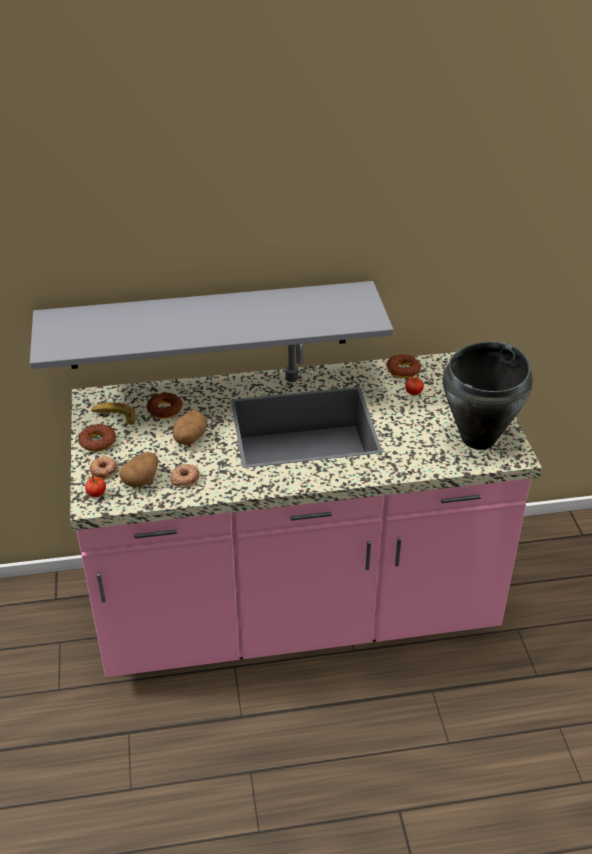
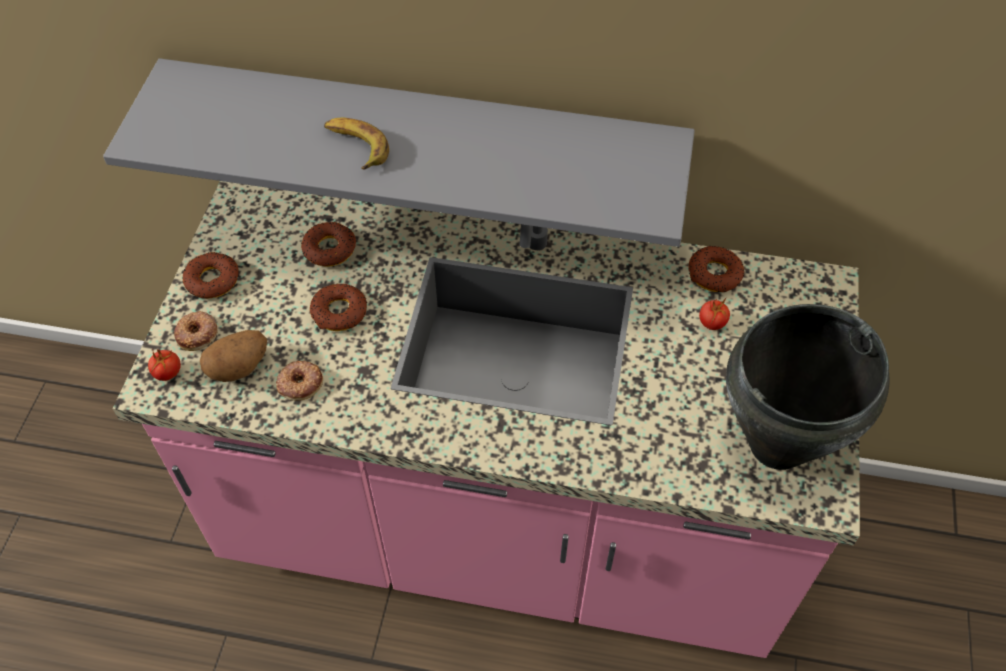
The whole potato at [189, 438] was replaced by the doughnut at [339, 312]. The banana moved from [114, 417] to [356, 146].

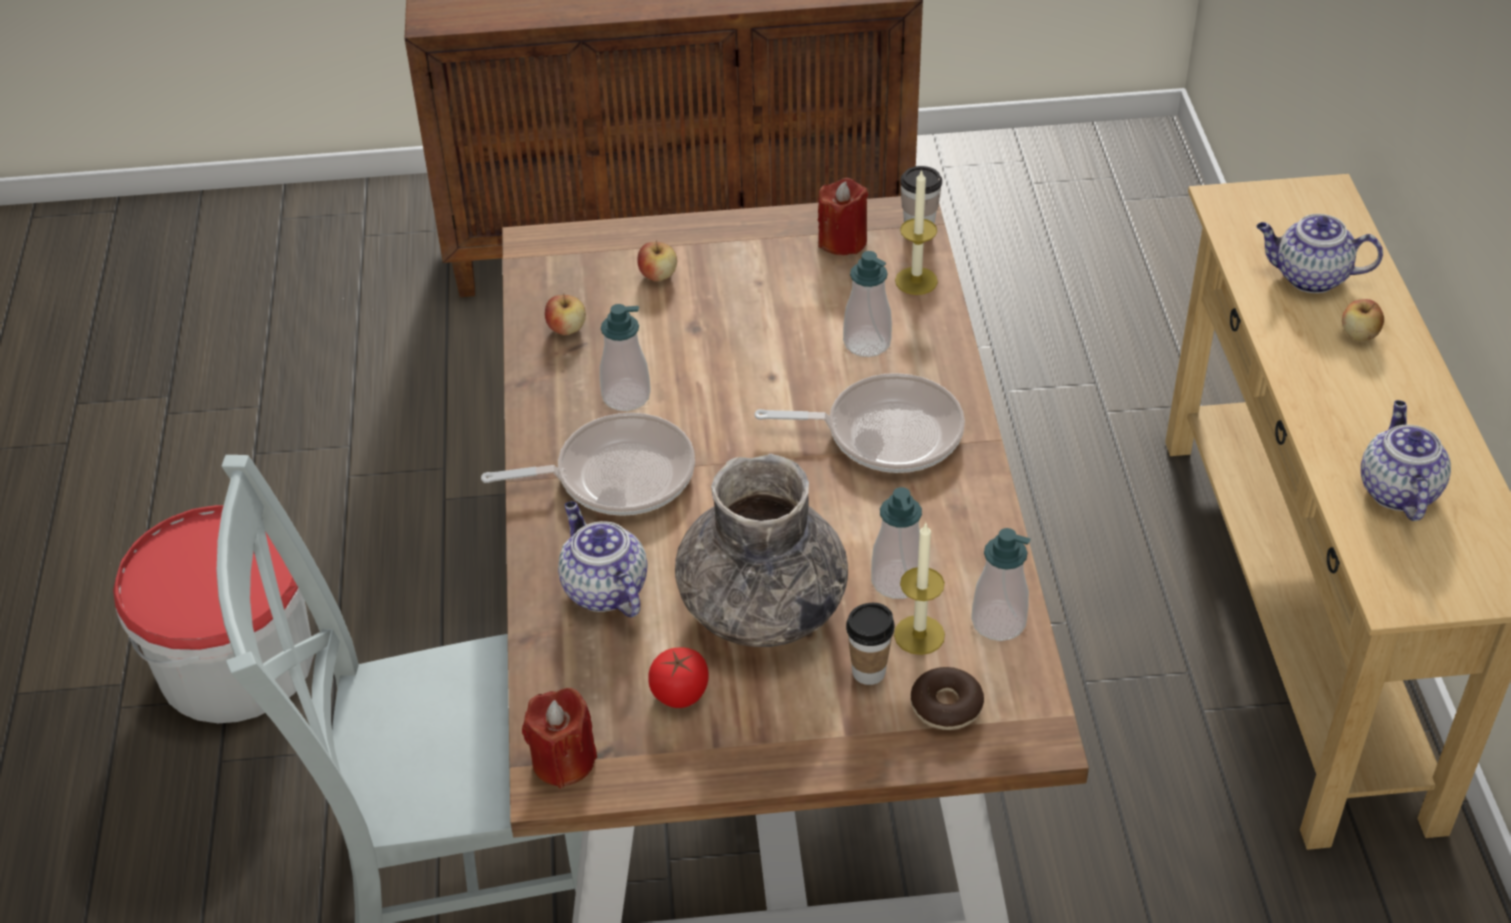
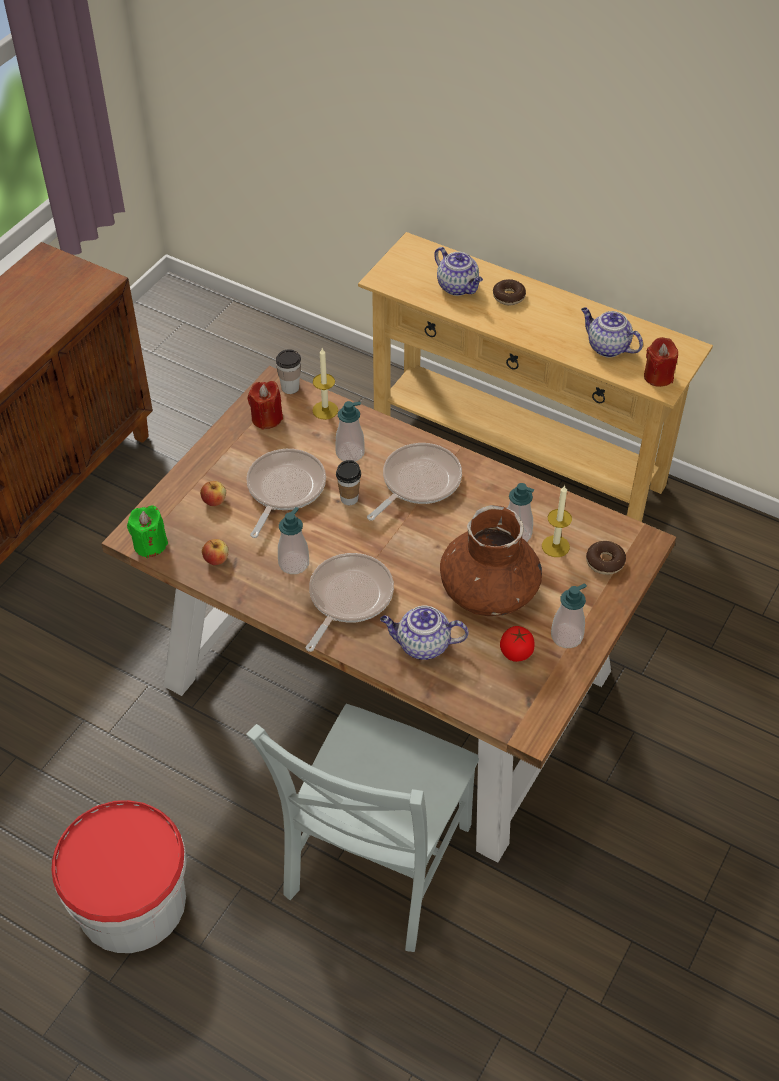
The wax light (green) at [150, 544] appeared. The pan at [284, 489] appeared. The drinking cup moved from [868, 672] to [349, 498]. The pot for tea at [1309, 277] turned 90 degrees counterclockwise. The decorative vase (gray) at [761, 607] became the decorative vase (brownish) at [488, 591]. The whole apple at [1359, 334] was replaced by the doughnut at [508, 297]. The soap bottle moved from [998, 622] to [566, 636]. The wax light (reddish) moved from [563, 761] to [658, 376].

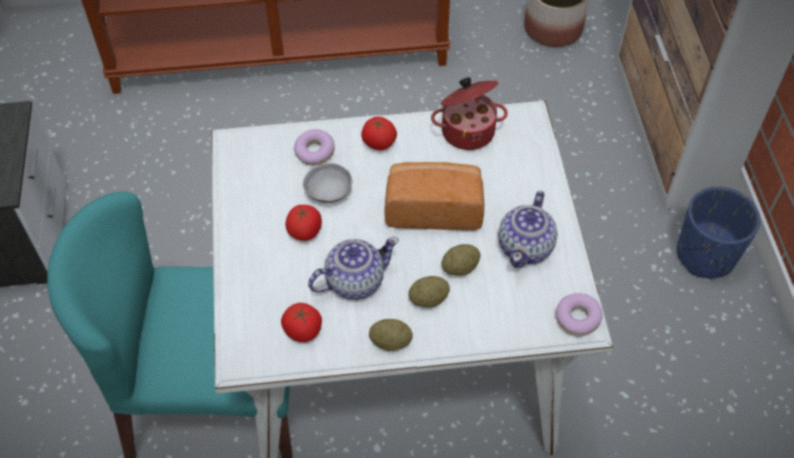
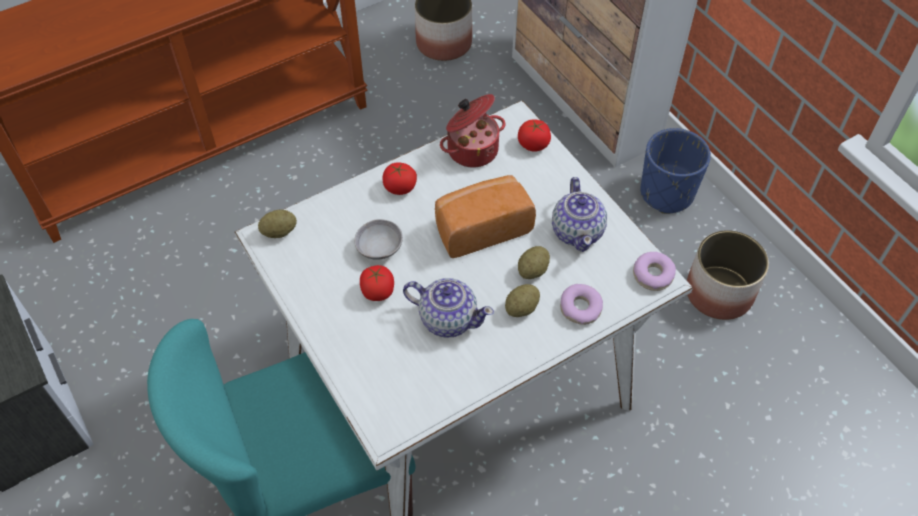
The whole potato moved from [390, 342] to [279, 232]. The pot for tea at [354, 281] turned 75 degrees clockwise. The whole tomato moved from [302, 330] to [533, 144]. The doughnut moved from [314, 152] to [580, 308]. The plant pot at [719, 292] appeared.

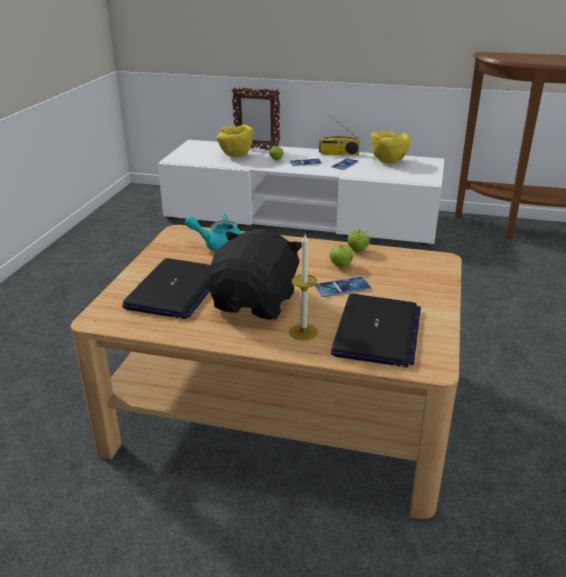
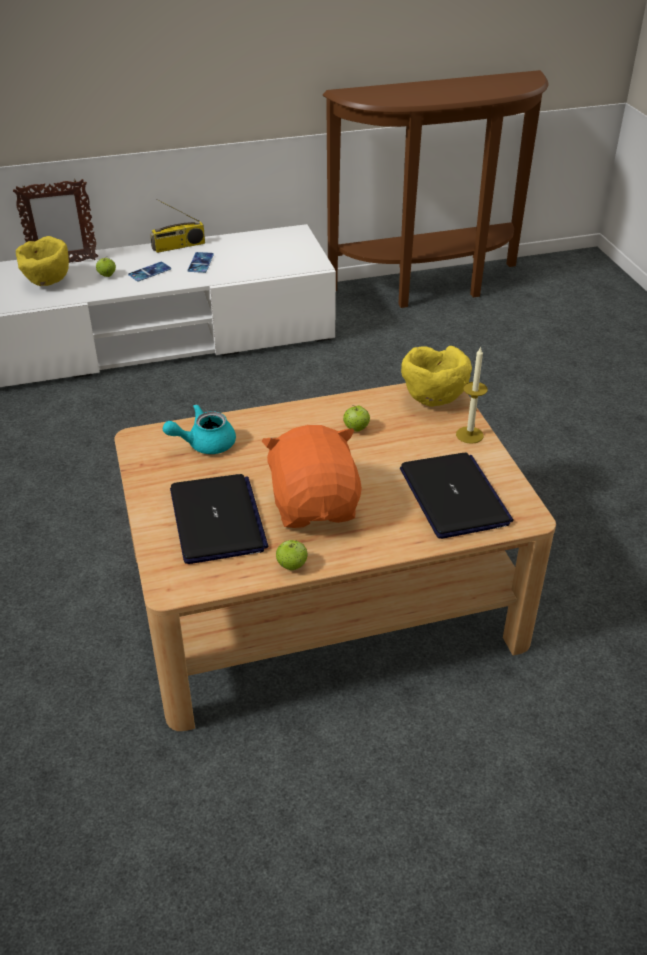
The soft toy (black-coloured) at [256, 303] became the soft toy (orangey) at [315, 505]. The whole apple moved from [357, 250] to [292, 566]. The bowl (yellowish) moved from [388, 161] to [432, 399]. The wax light moved from [303, 332] to [469, 435]. The telephone at [342, 287] disappeared.

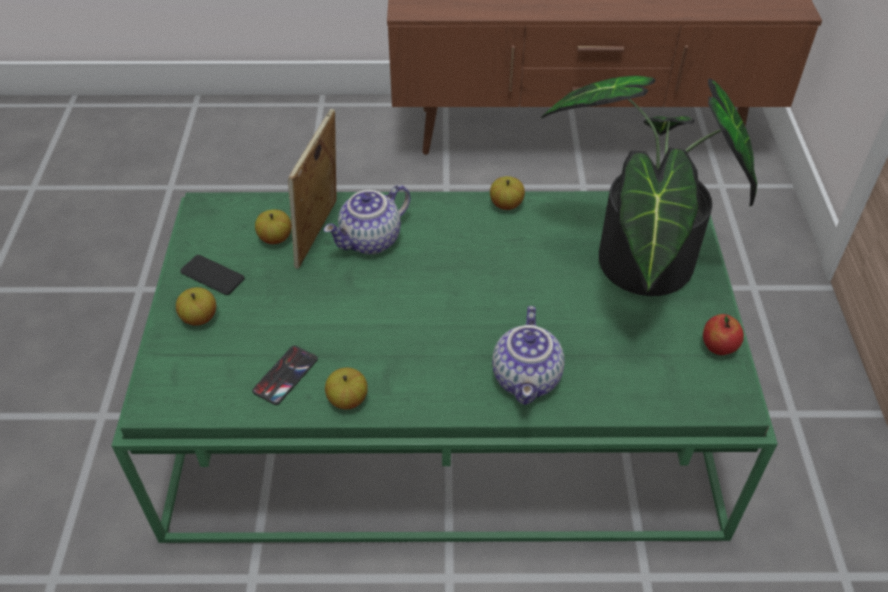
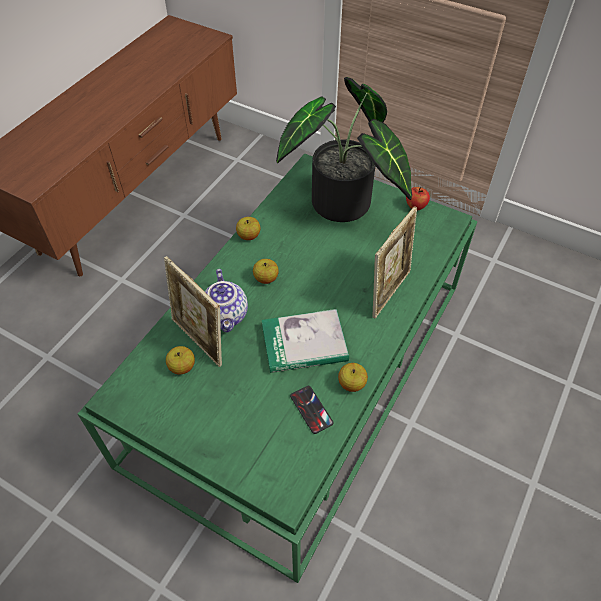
The whole apple moved from [199, 318] to [266, 278]. The bound book at [304, 343] appeared. The pot for tea at [528, 379] was replaced by the picture frame at [389, 291]. The telephone at [212, 275] disappeared.

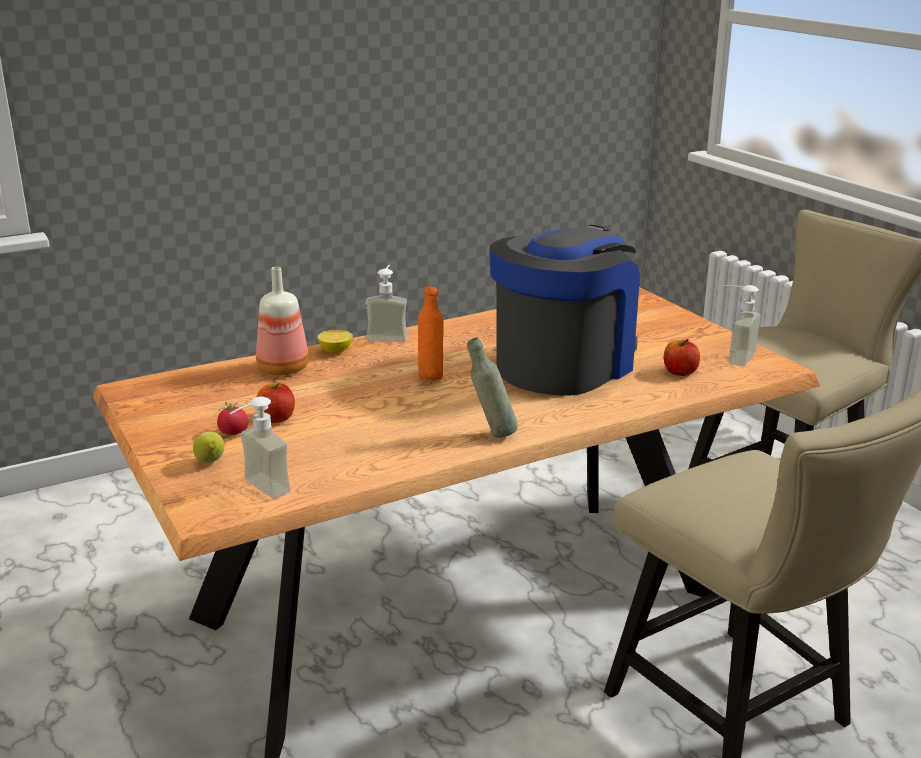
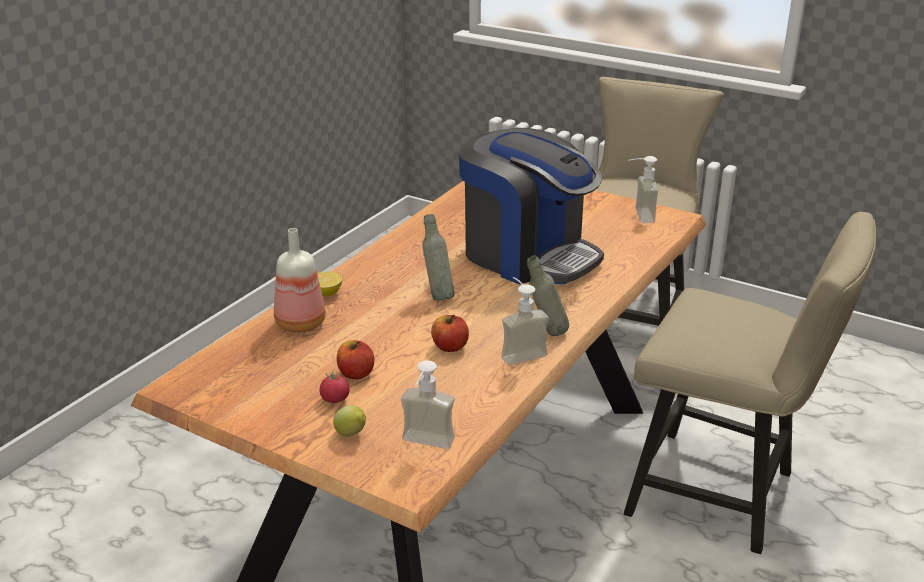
The bottle (orangey) at [431, 377] became the bottle (gray) at [438, 296]. The whole apple moved from [679, 372] to [450, 347]. The coffee machine at [564, 365] turned 120 degrees clockwise. The soap bottle moved from [388, 336] to [519, 352].

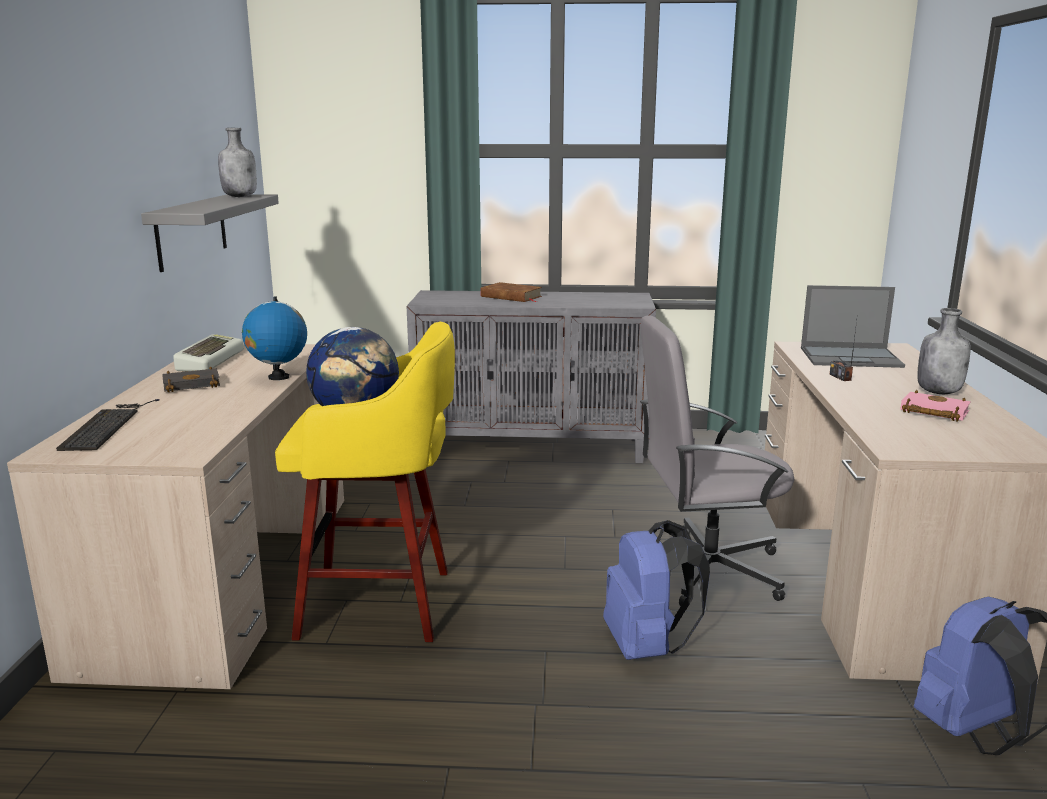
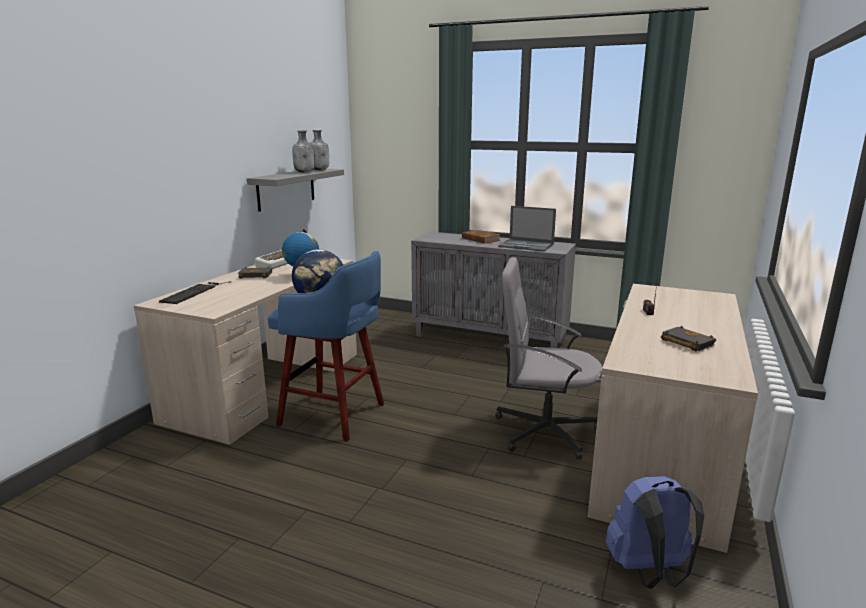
The stool seat (yellowish) at [381, 604] became the stool seat (bluish) at [335, 415]. The bottle (gray) moved from [939, 392] to [305, 172]. The notebook computer moved from [851, 357] to [527, 245]. The bound book (pinkish) at [932, 412] became the bound book (black-coloured) at [685, 342]. The knapsack (bluish) at [647, 647] disappeared.

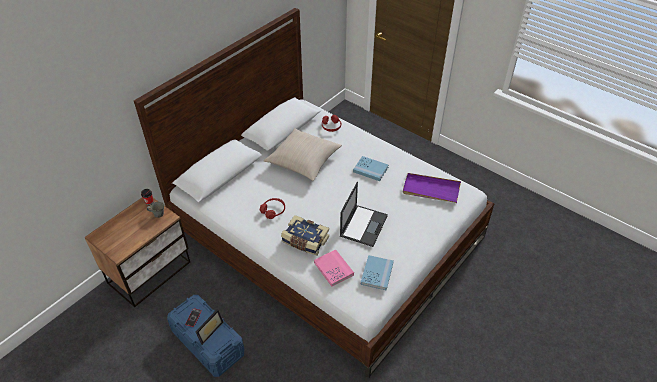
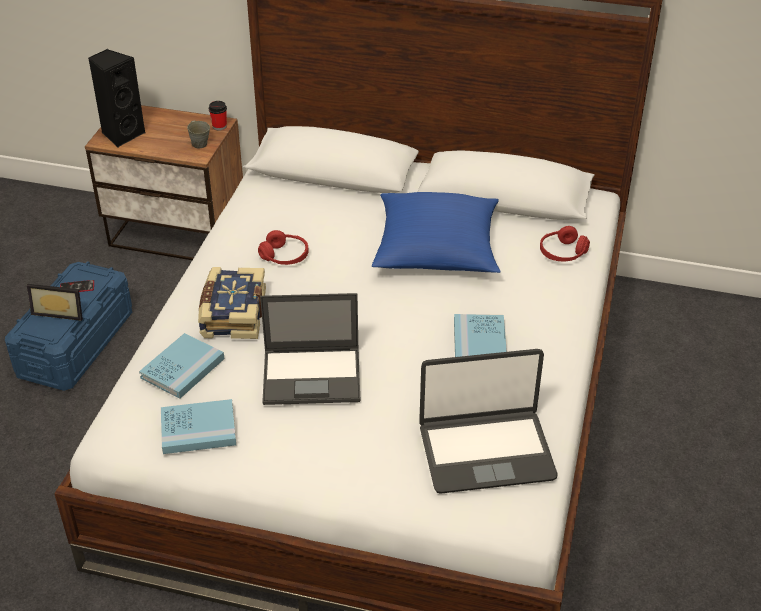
The audio speaker (black-coloured) at [122, 134] appeared. The bound book (pinkish) at [333, 269] became the bound book (bluish) at [182, 368]. The cushion (sand-coloured) at [303, 161] became the cushion (bluish) at [436, 250]. The tray (purplish) at [431, 190] was replaced by the notebook computer at [486, 451].

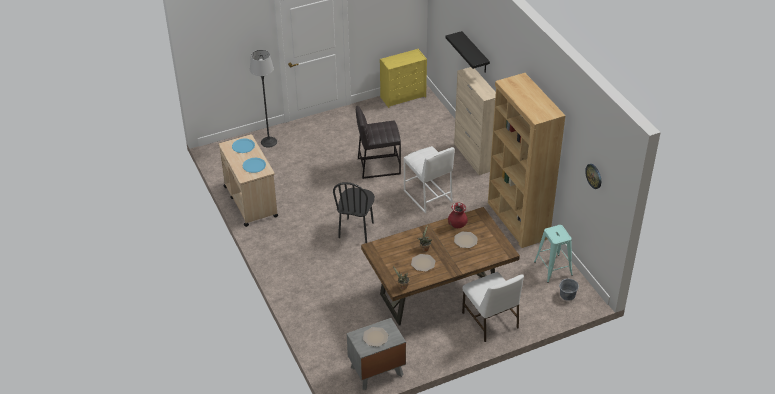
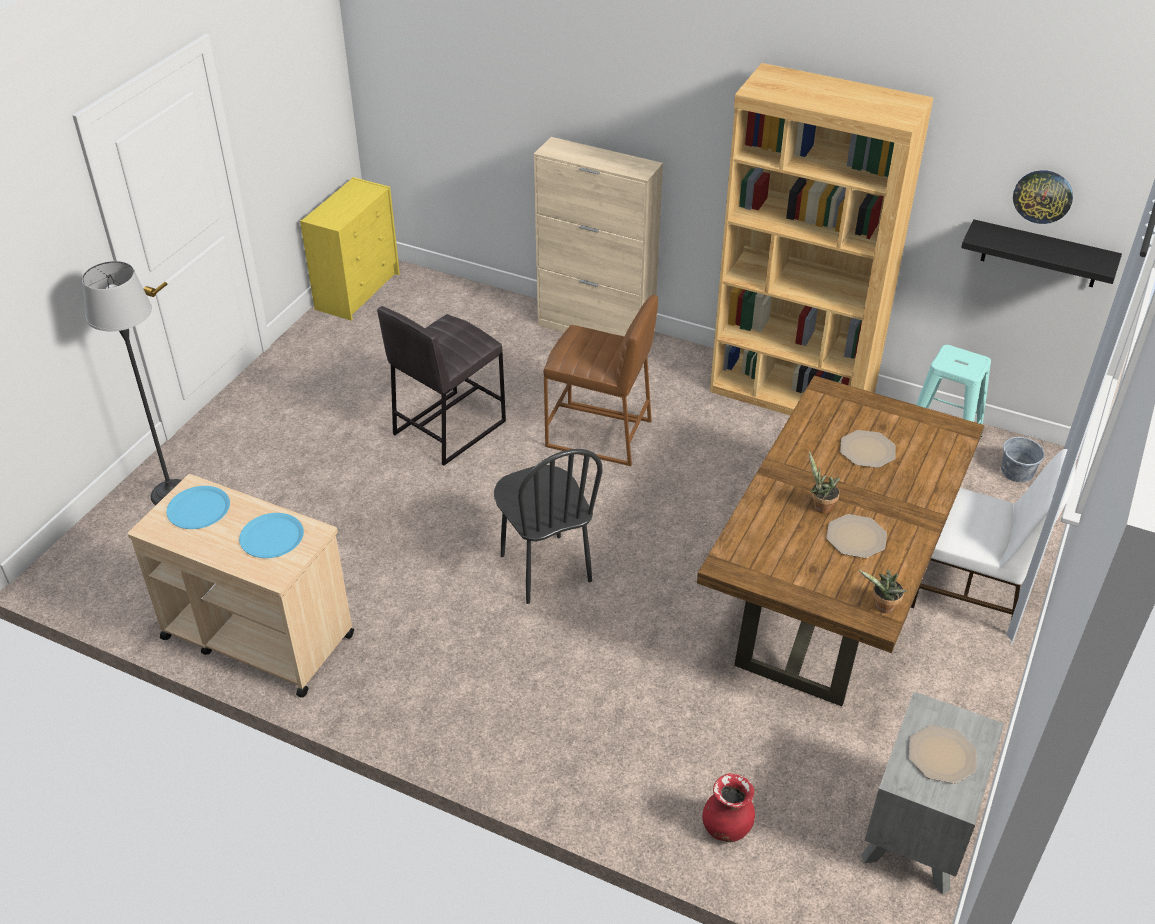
The stool seat (white-coloured) at [427, 196] became the stool seat (brownish) at [599, 434]. The decorative vase (reddish) moved from [457, 225] to [727, 827]. The wall shelf (black-coloured) moved from [475, 53] to [1041, 254].

